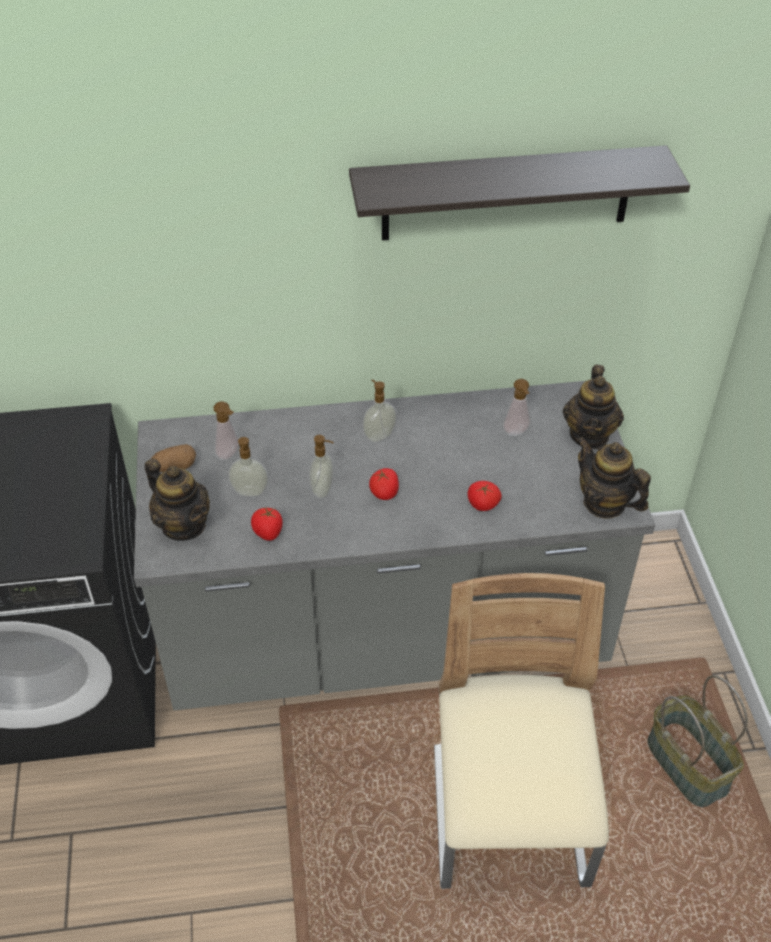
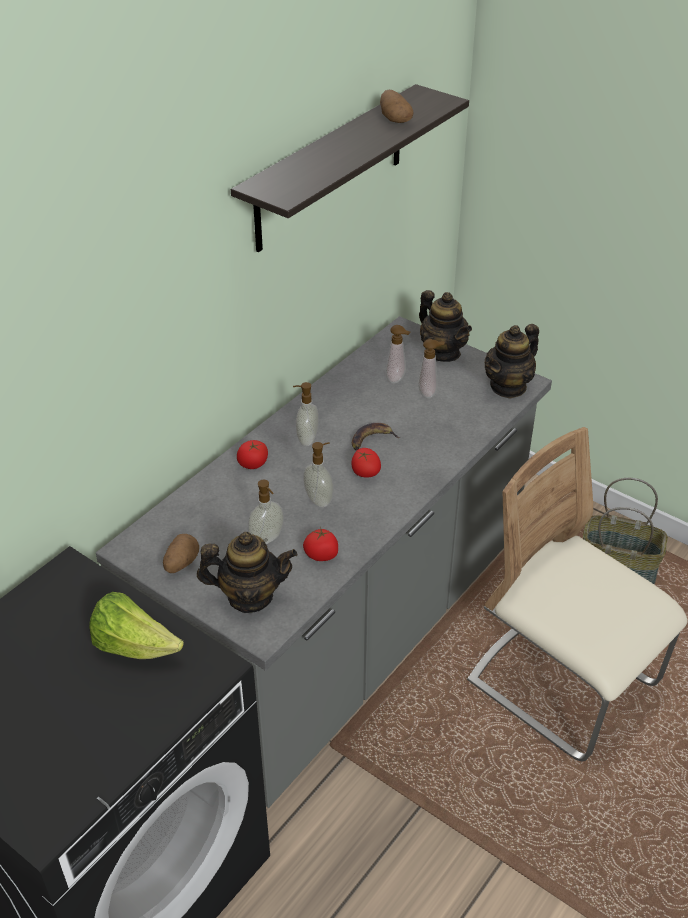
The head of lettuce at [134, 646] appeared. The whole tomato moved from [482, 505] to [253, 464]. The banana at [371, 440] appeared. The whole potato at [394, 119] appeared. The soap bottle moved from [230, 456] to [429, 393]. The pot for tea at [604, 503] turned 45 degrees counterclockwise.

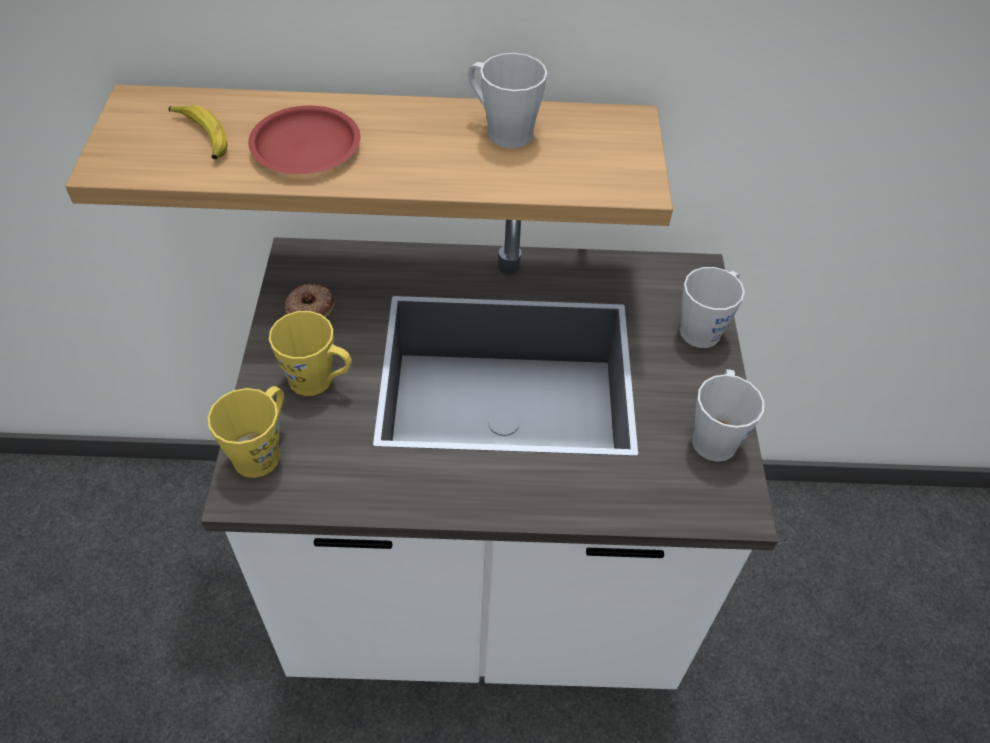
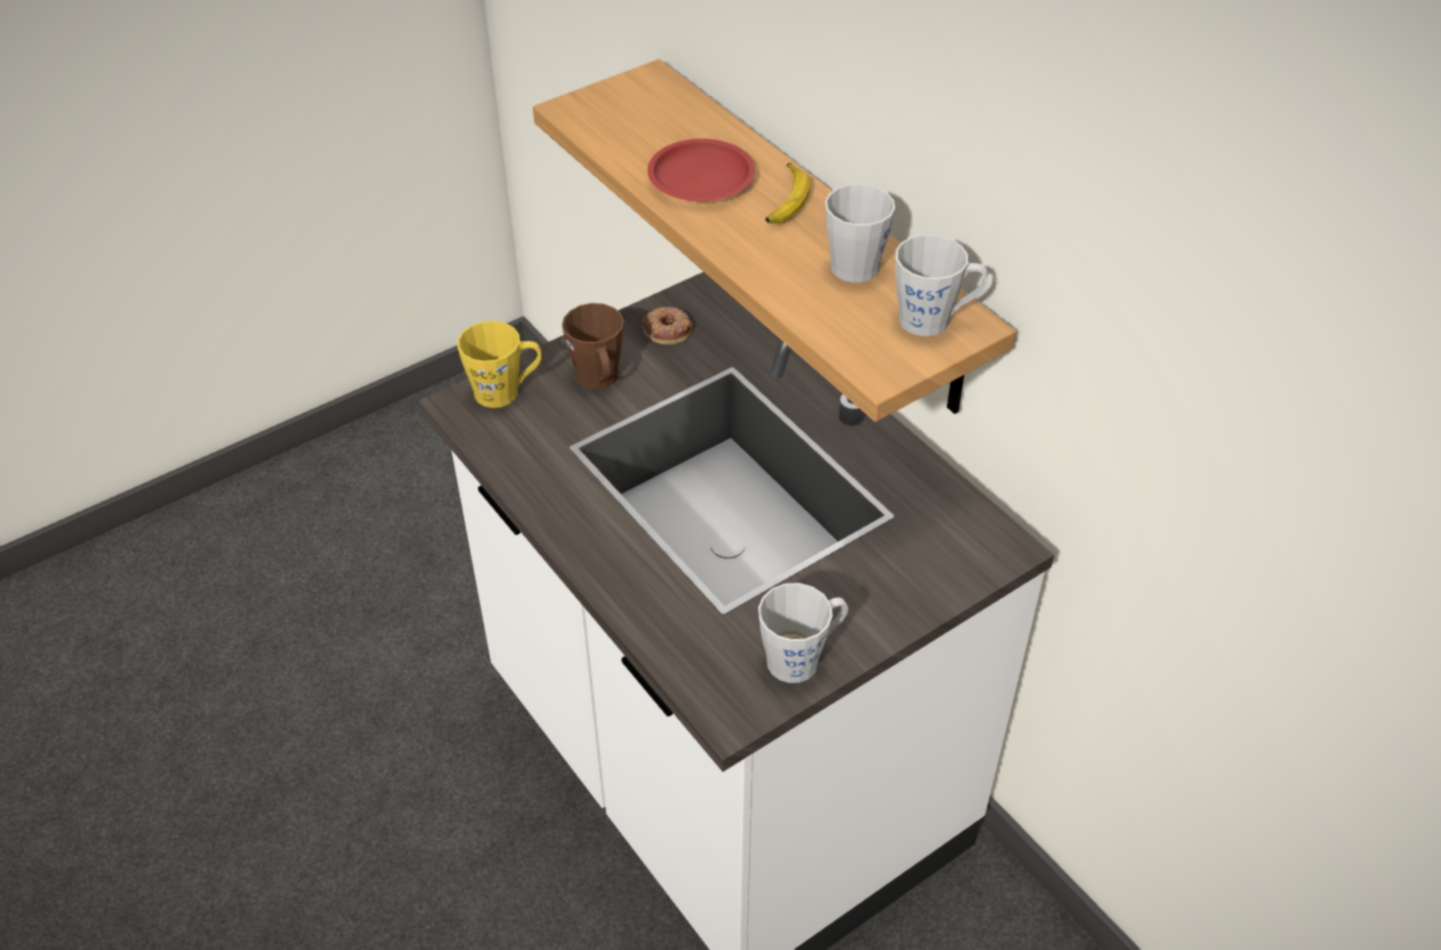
The tea mug (yellowish) at [319, 381] became the tea mug (brownish) at [599, 380]. The banana moved from [202, 137] to [786, 201]. The tea mug (gray) moved from [705, 327] to [934, 320].

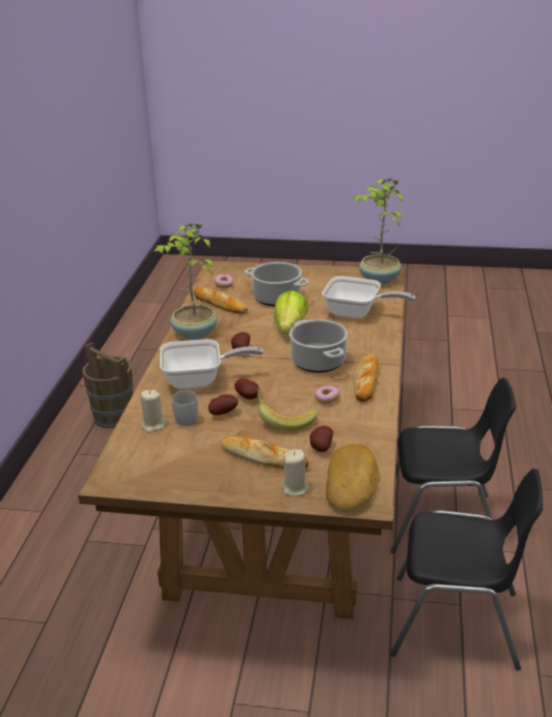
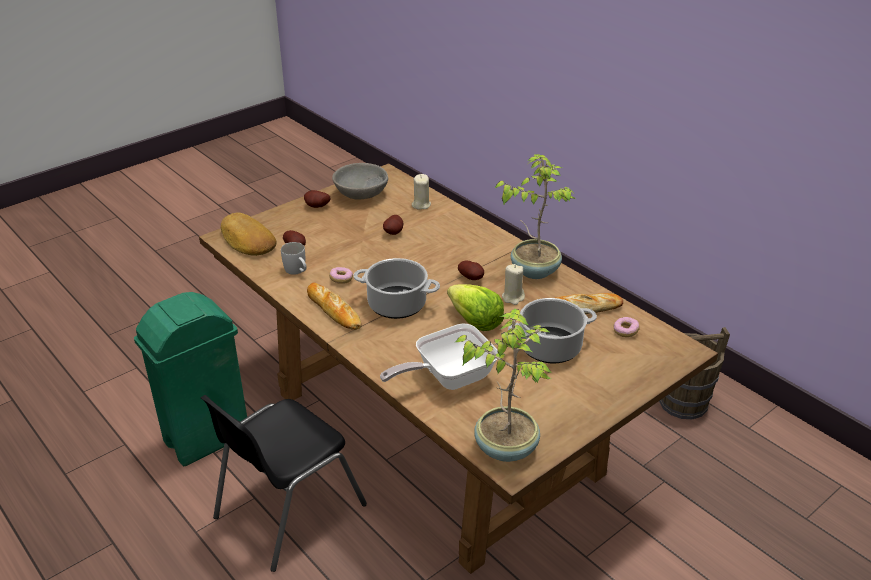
The upright chair (black-coloured) at [457, 623] was replaced by the trash can (green) at [206, 439]. The tea mug (white-coloured) moved from [188, 417] to [297, 271]. The whole potato moved from [248, 397] to [317, 207]. The bowl (gray) at [361, 194] appeared. The wax light (sand-coloured) moved from [295, 488] to [513, 297]. The pan at [200, 380] disappeared. The bakery bread at [264, 457] disappeared. The banana at [284, 419] disappeared.

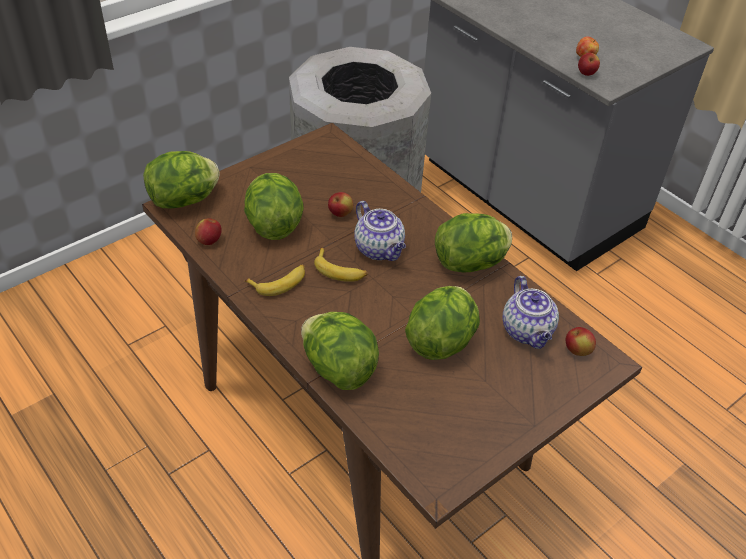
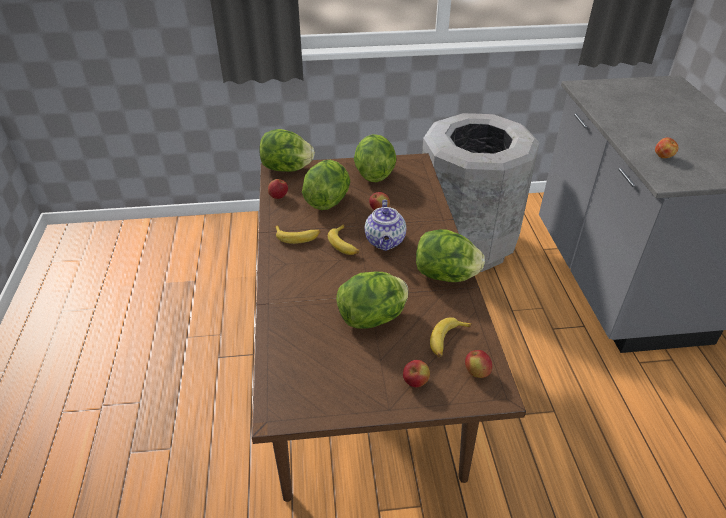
The head of lettuce moved from [338, 368] to [373, 174]. The whole apple moved from [586, 74] to [415, 382]. The pot for tea at [528, 332] was replaced by the banana at [447, 341].

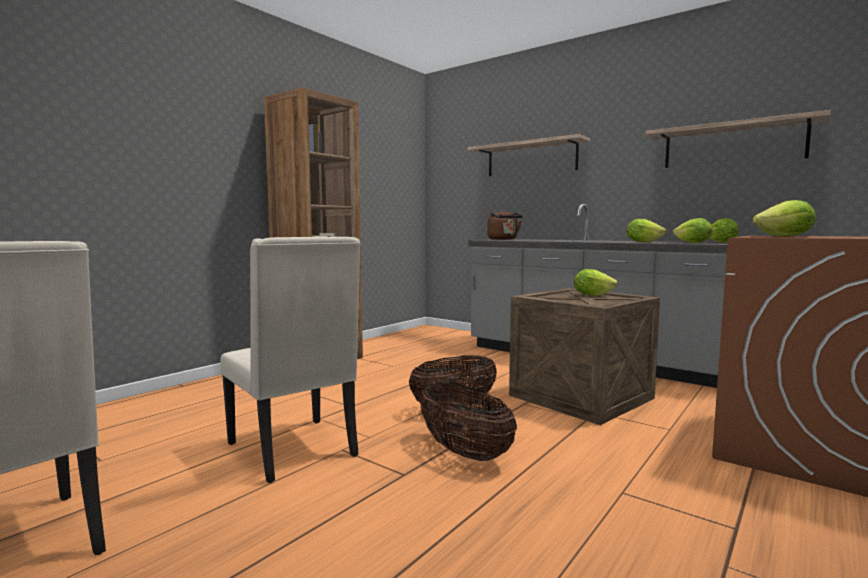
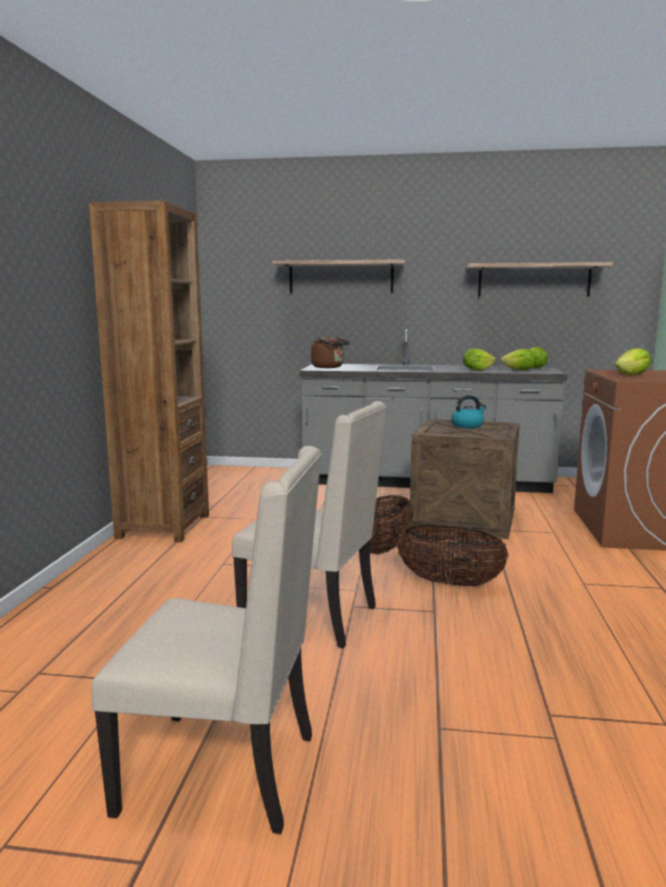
The head of lettuce at [592, 295] was replaced by the kettle at [467, 425].

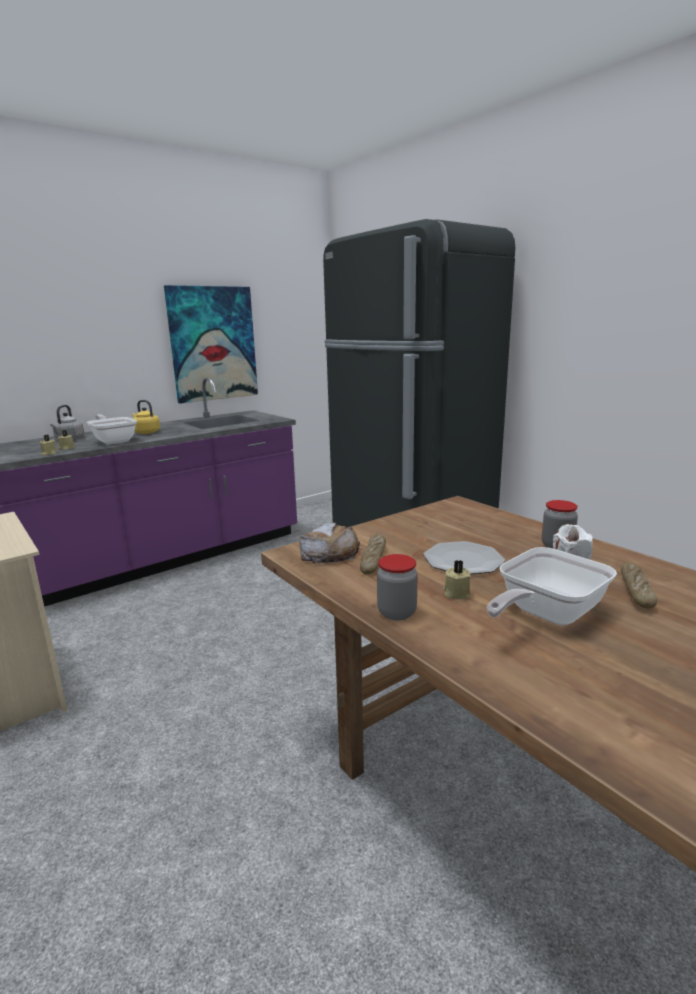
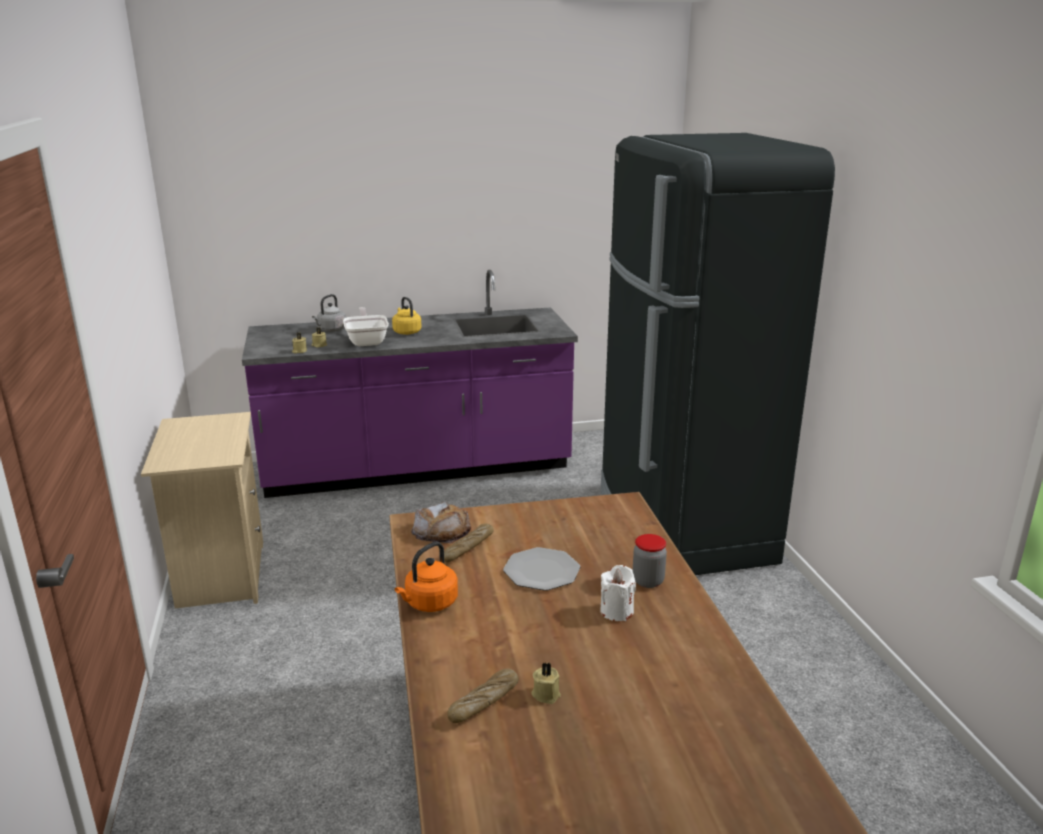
The jar at [396, 613] was replaced by the kettle (orangey) at [429, 603]. The bakery bread moved from [636, 592] to [484, 702]. The wax light (sand-coloured) moved from [456, 593] to [546, 693]. The picture at [213, 344] disappeared. The pan at [545, 615] disappeared.

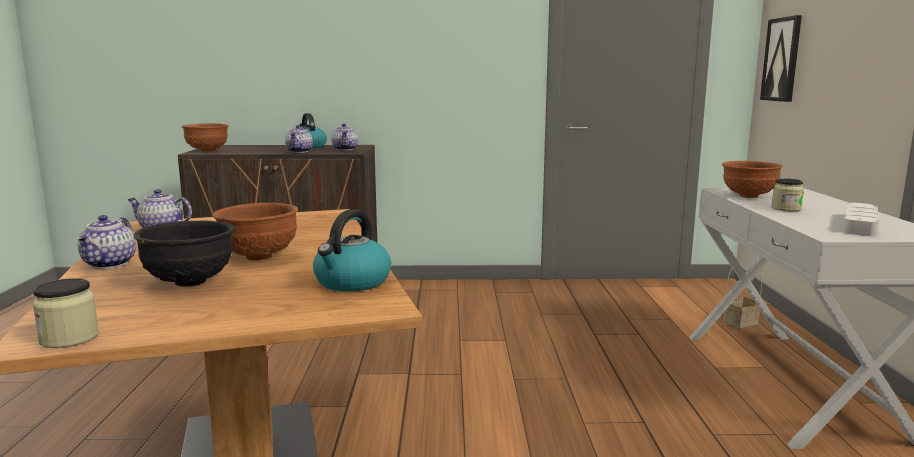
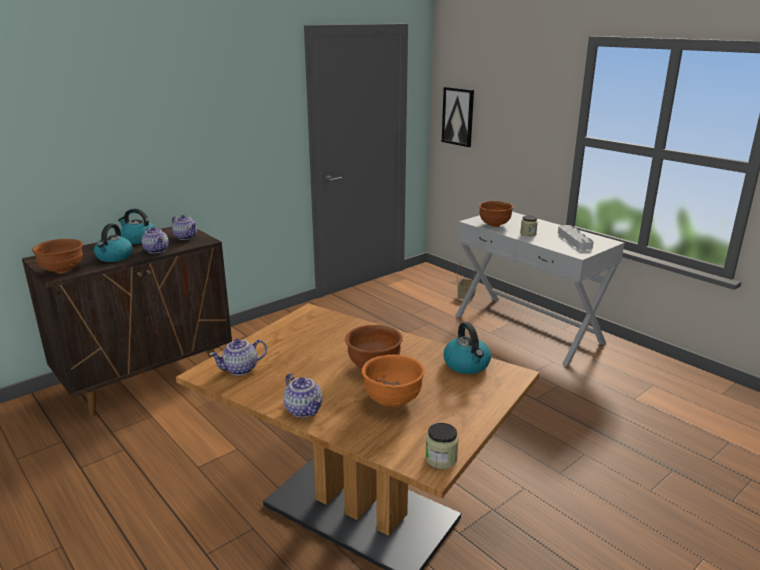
The kettle at [114, 257] appeared. The bowl (black-coloured) at [191, 282] became the bowl (orangey) at [393, 400].

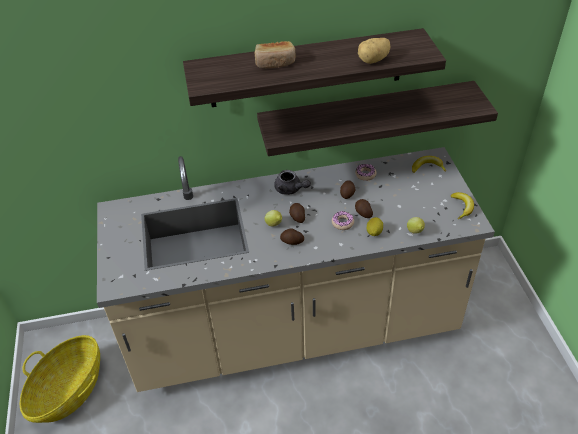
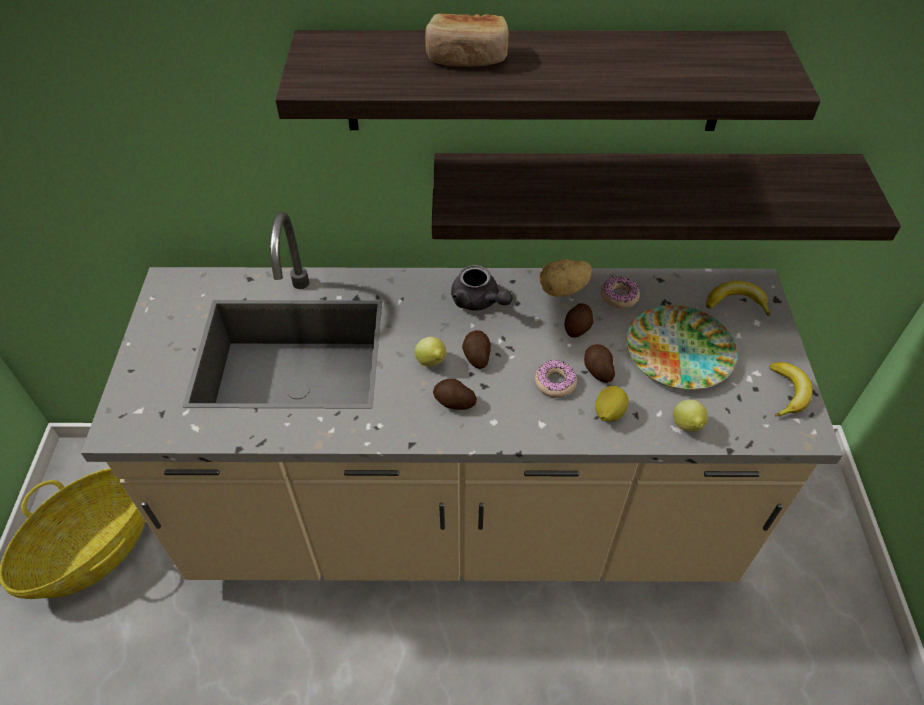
The whole potato moved from [373, 60] to [563, 290]. The plate at [679, 352] appeared.

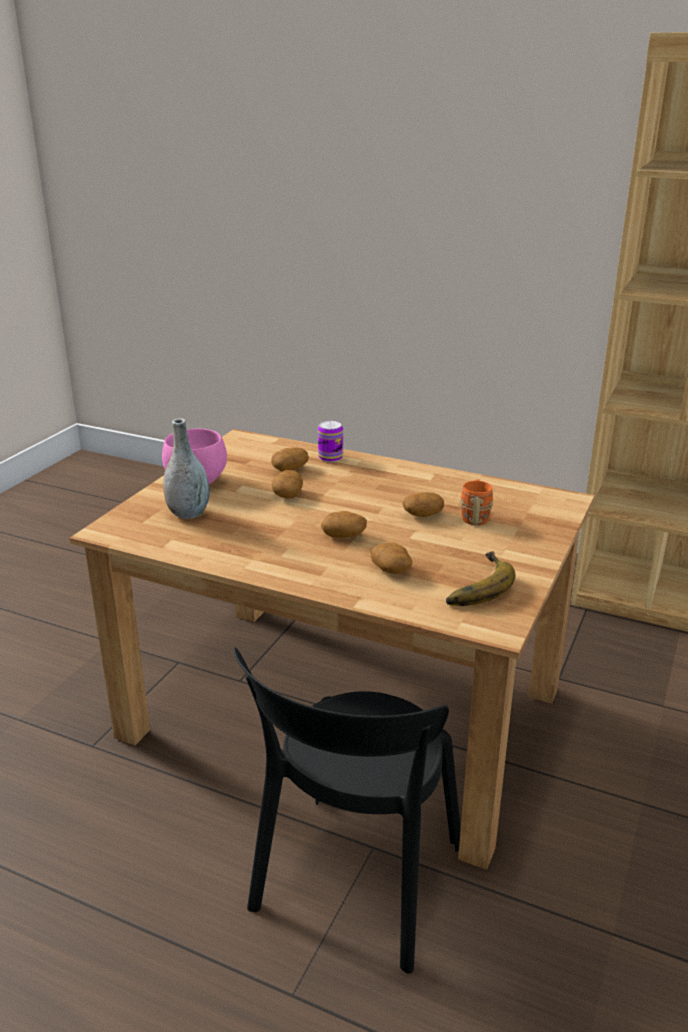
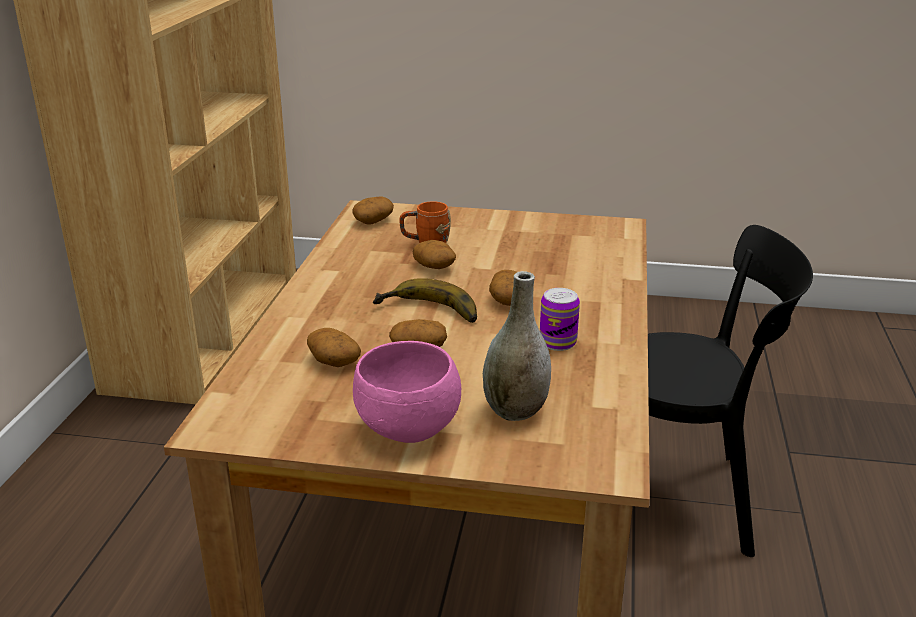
The whole potato moved from [392, 569] to [373, 221]. The banana moved from [473, 585] to [428, 313]. The metal can moved from [330, 457] to [558, 342].

